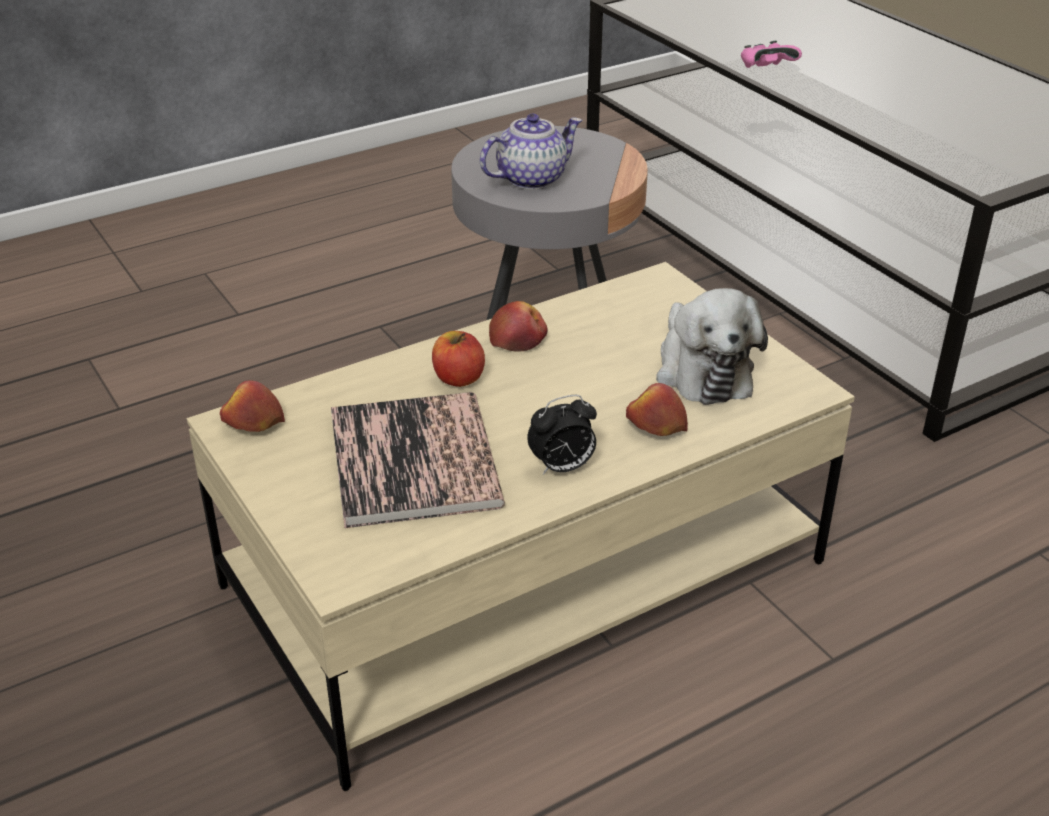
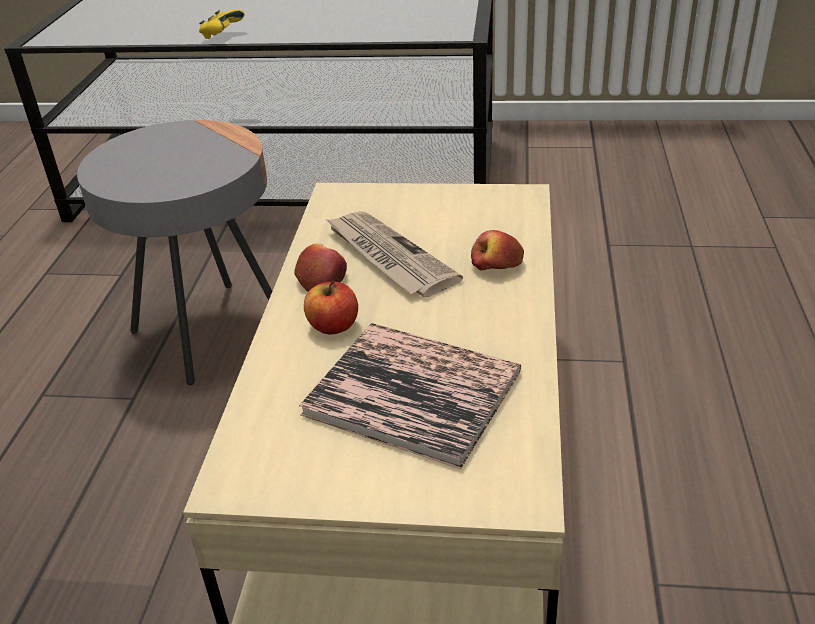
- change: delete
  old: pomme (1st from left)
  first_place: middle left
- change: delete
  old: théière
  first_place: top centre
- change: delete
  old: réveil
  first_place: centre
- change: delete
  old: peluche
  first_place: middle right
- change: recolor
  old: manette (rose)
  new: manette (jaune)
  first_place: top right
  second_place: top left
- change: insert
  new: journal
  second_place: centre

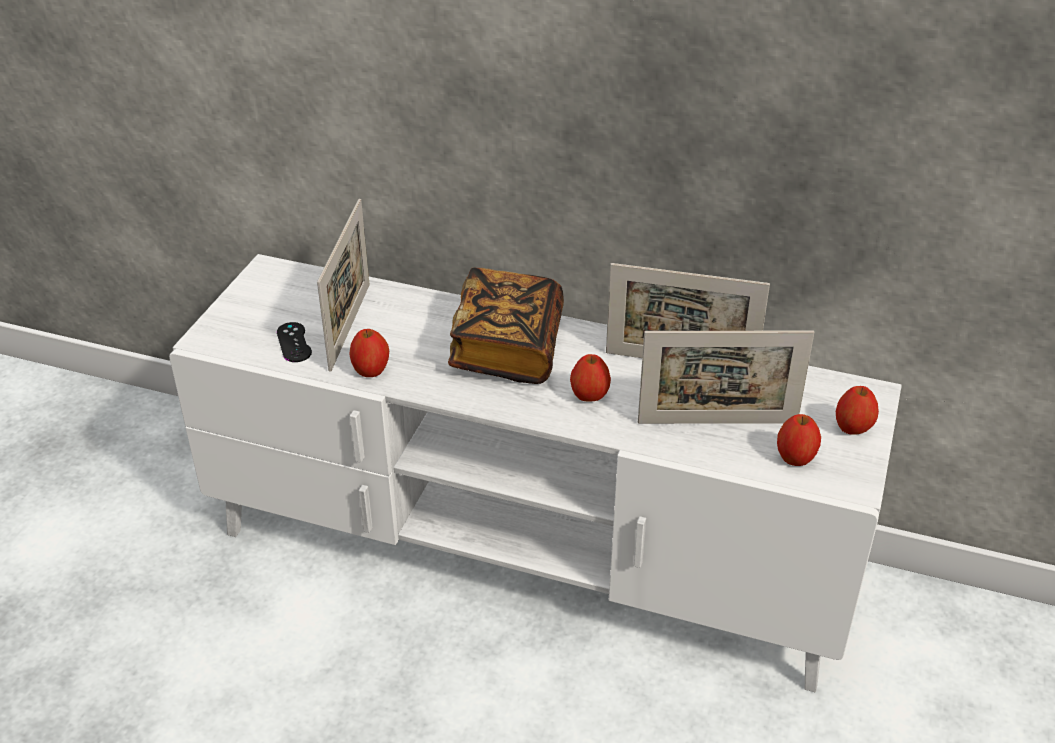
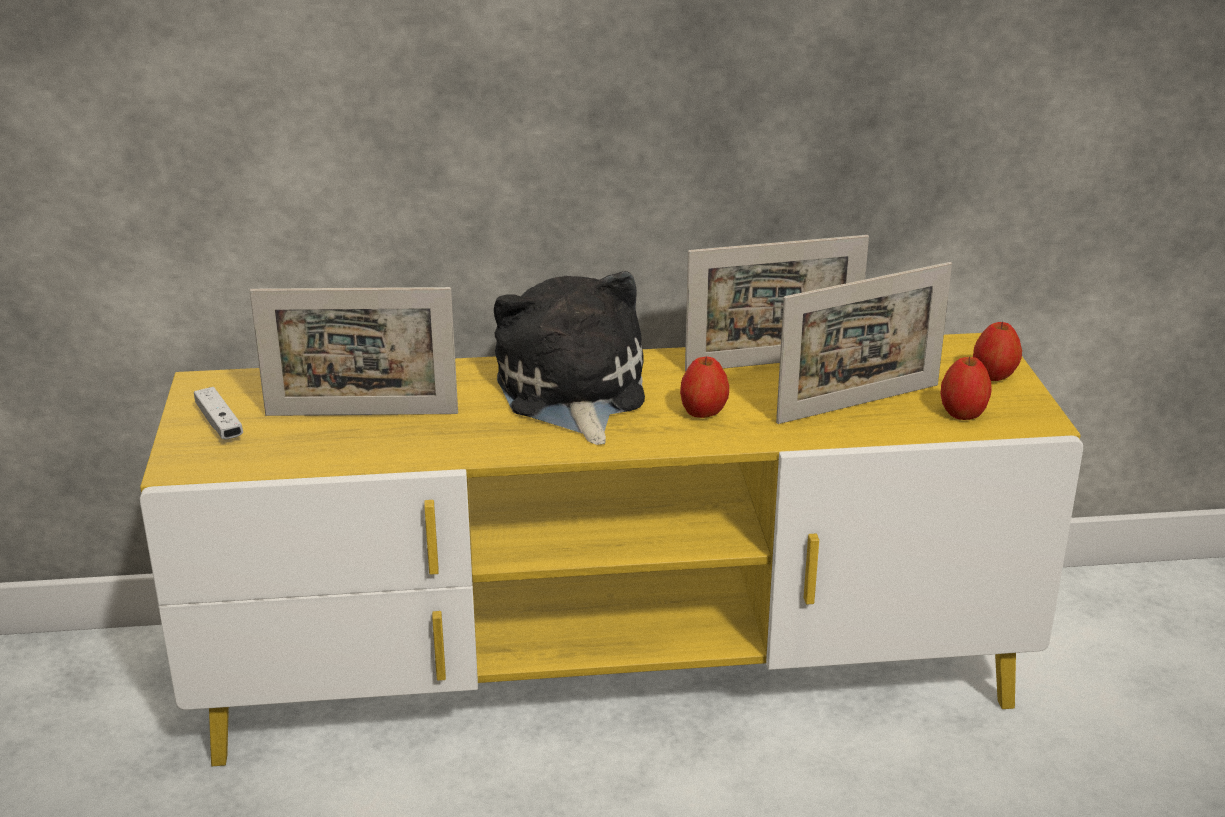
- change: recolor
  old: meuble télé (blanc)
  new: meuble télé (jaune)
  first_place: centre
  second_place: bottom centre
- change: delete
  old: manette (noir)
  first_place: middle left
- change: rotate
  old: cadre photo (1st from left)
  first_place: middle left
  second_place: middle left
  degrees: 105
- change: delete
  old: pomme (1st from left)
  first_place: centre
- change: replace
  old: livre
  new: peluche
  first_place: centre
  second_place: centre
- change: insert
  new: manette (blanc)
  second_place: middle left

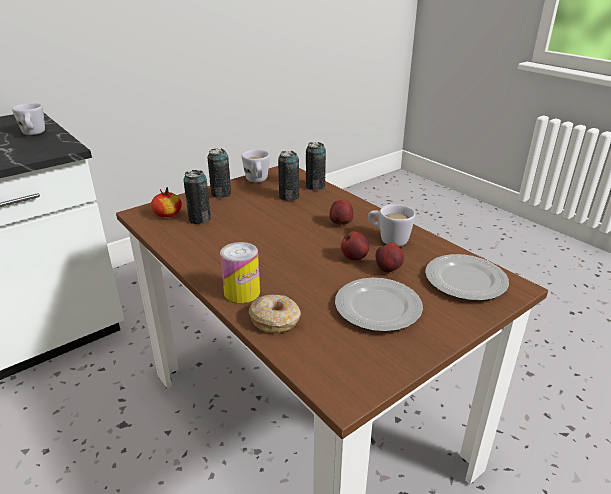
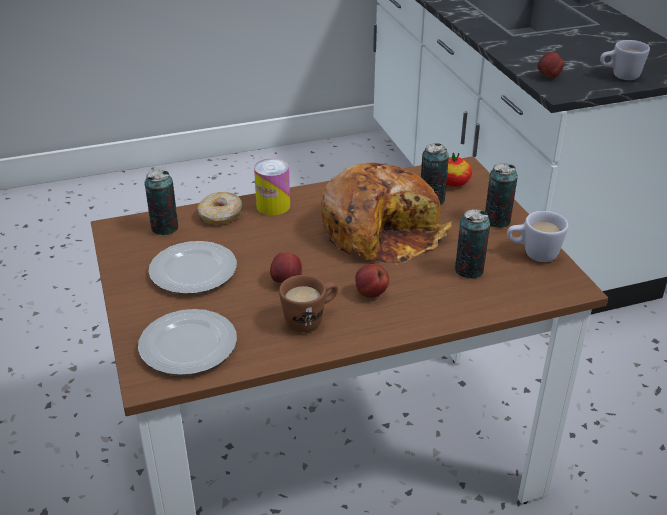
- change: move
  old: boîte métallique (5th from left in the first image)
  new: boîte métallique (1st from left)
  first_place: centre
  second_place: middle left
- change: recolor
  old: mug (blanc) (3rd from left)
  new: mug (marron)
  first_place: centre
  second_place: centre
- change: move
  old: pomme (4th from left)
  first_place: centre
  second_place: top right
- change: insert
  new: pain
  second_place: centre

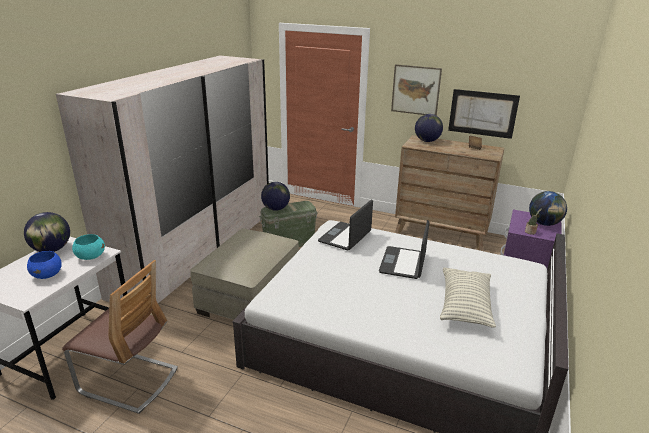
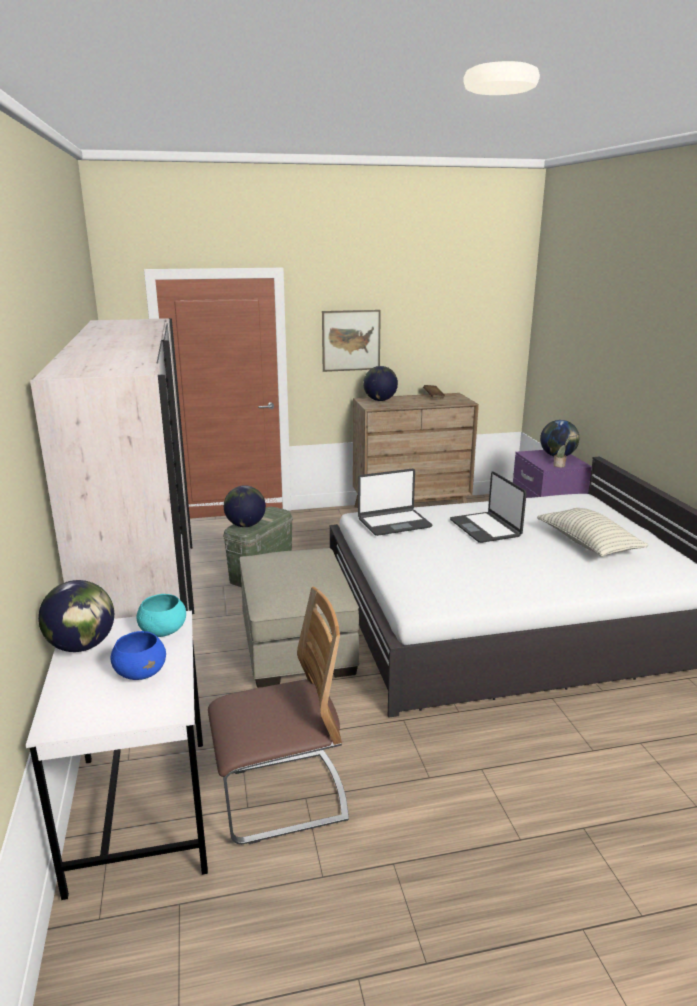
- change: rotate
  old: ordinateur portable (1st from left)
  first_place: centre
  second_place: centre
  degrees: -105
- change: delete
  old: tableau (2nd from left)
  first_place: top right

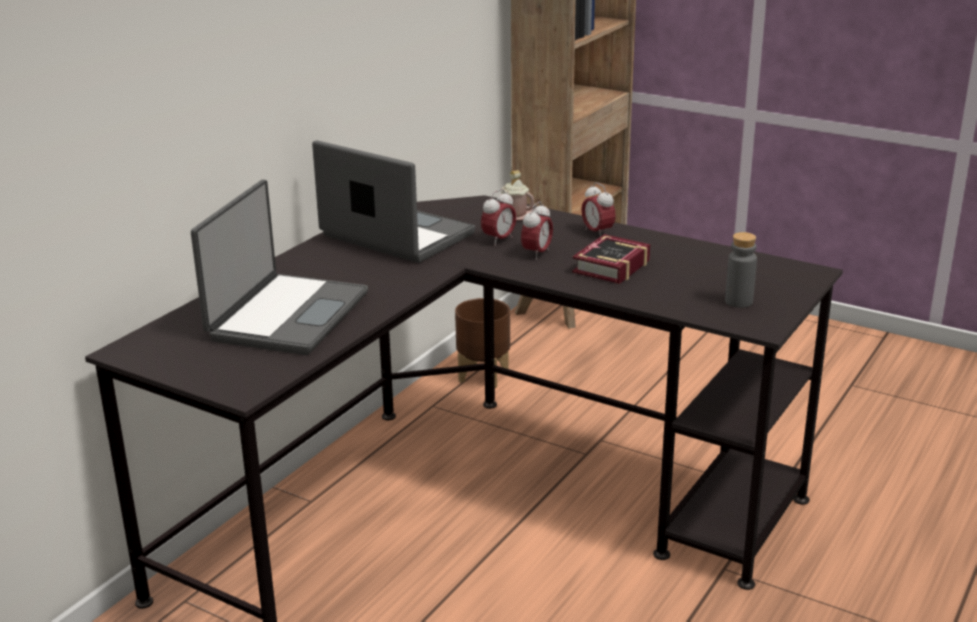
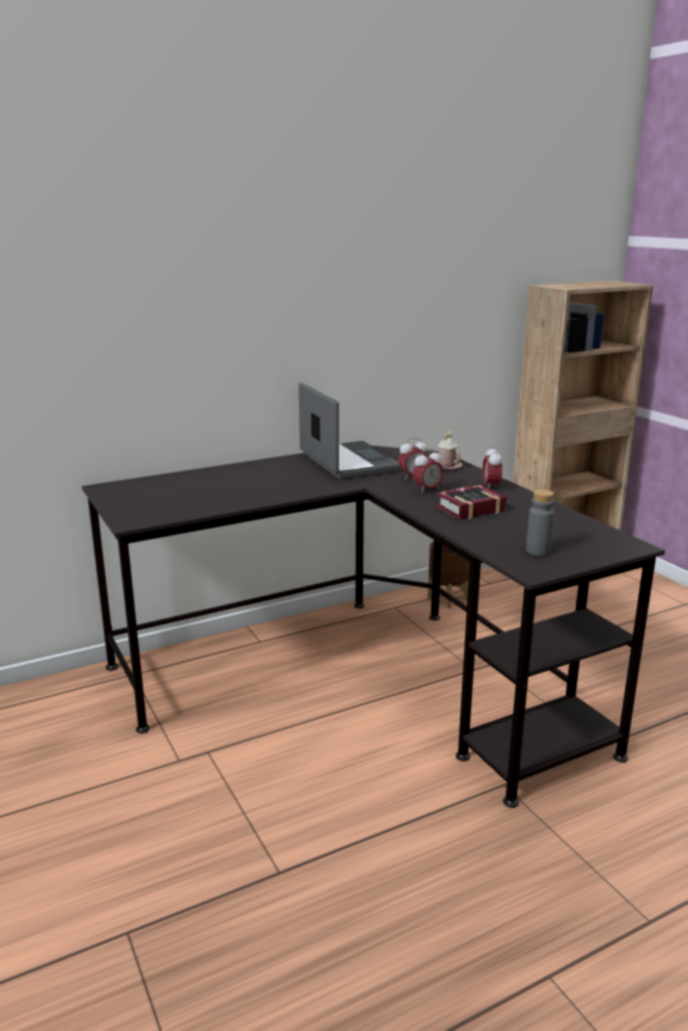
- change: delete
  old: ordinateur portable (1st from left)
  first_place: middle left

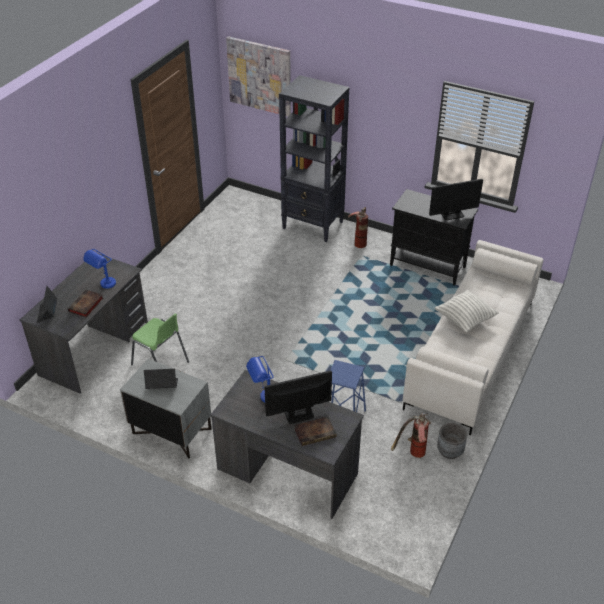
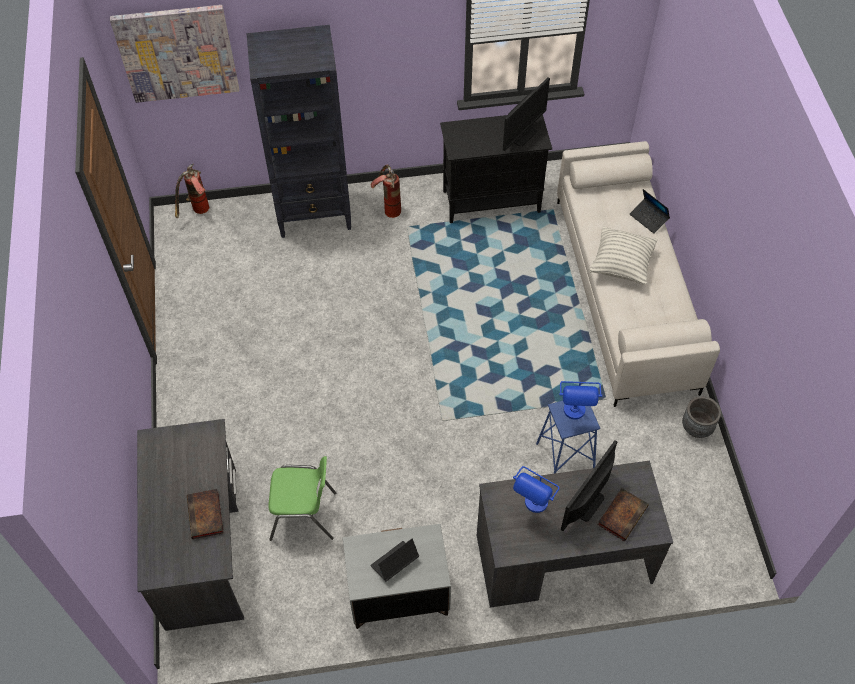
- change: move
  old: ordinateur portable (1st from left in the first image)
  new: ordinateur portable (2nd from left)
  first_place: middle left
  second_place: top right
- change: move
  old: lampe de table (bleu) (1st from left in the first image)
  new: lampe de table (bleu) (2nd from left)
  first_place: middle left
  second_place: middle right
- change: move
  old: extincteur (2nd from left in the first image)
  new: extincteur (1st from left)
  first_place: bottom right
  second_place: top left

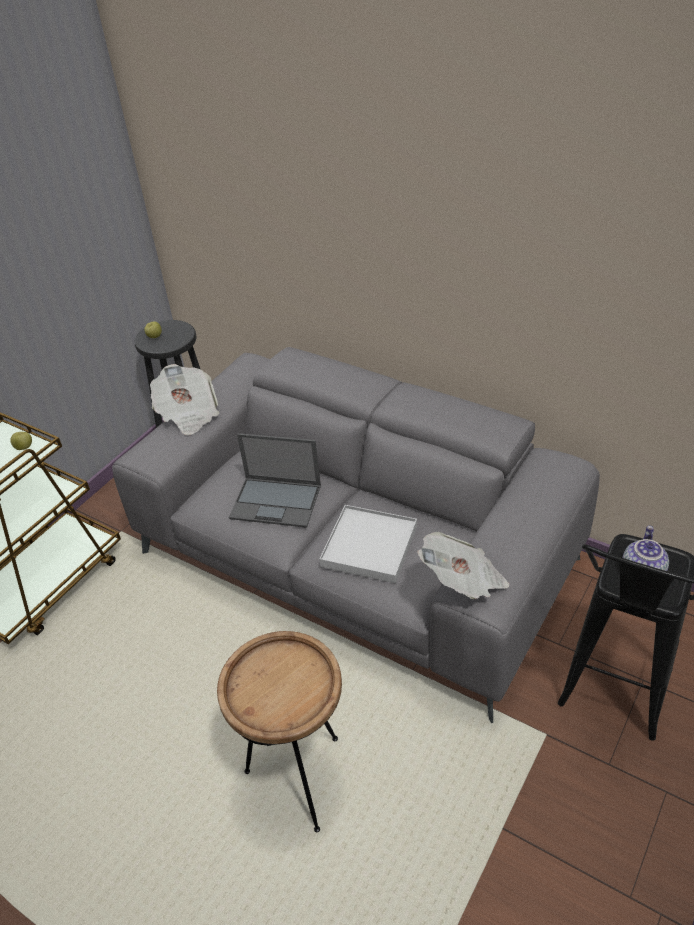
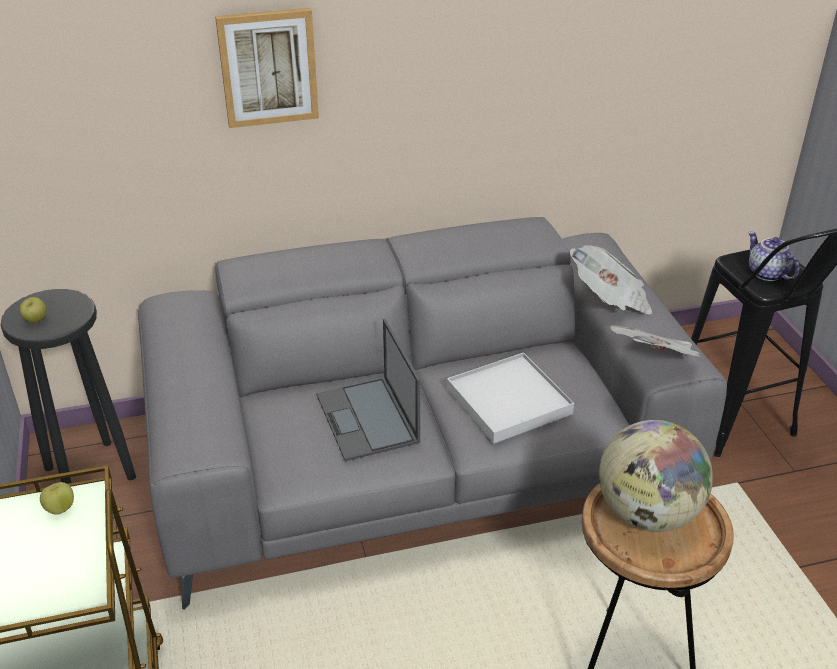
- change: move
  old: journal (1st from left)
  first_place: middle left
  second_place: middle right
- change: rotate
  old: ordinateur portable
  first_place: centre
  second_place: centre
  degrees: 105
- change: insert
  new: tableau
  second_place: top left
- change: insert
  new: globe
  second_place: bottom right

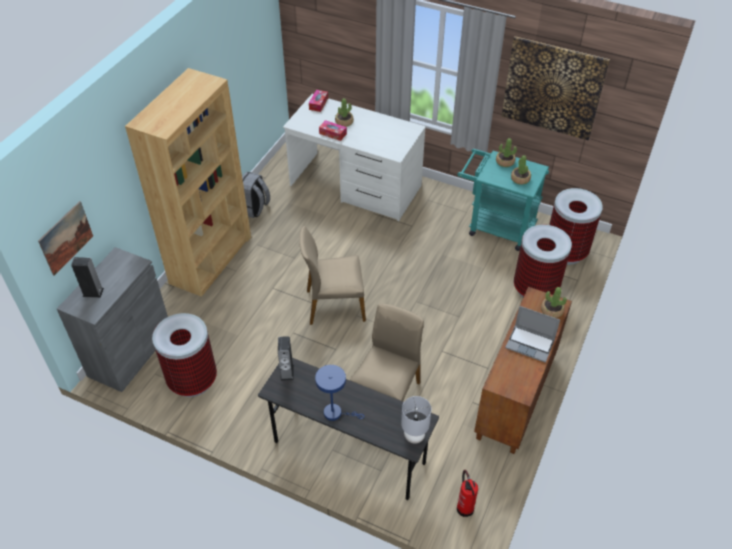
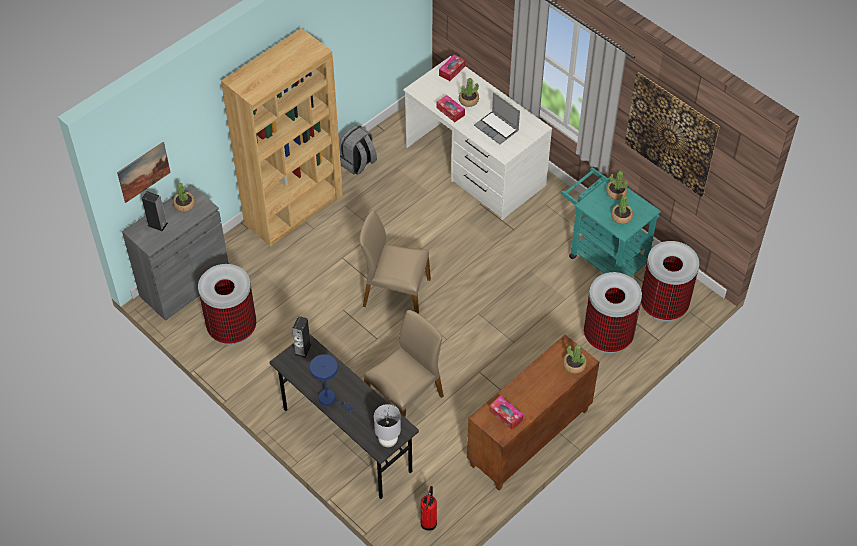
- change: move
  old: ordinateur portable
  first_place: middle right
  second_place: top centre
- change: insert
  new: plante en pot (1st from left)
  second_place: middle left
- change: insert
  new: boîte à mouchoirs (3rd from left)
  second_place: bottom centre

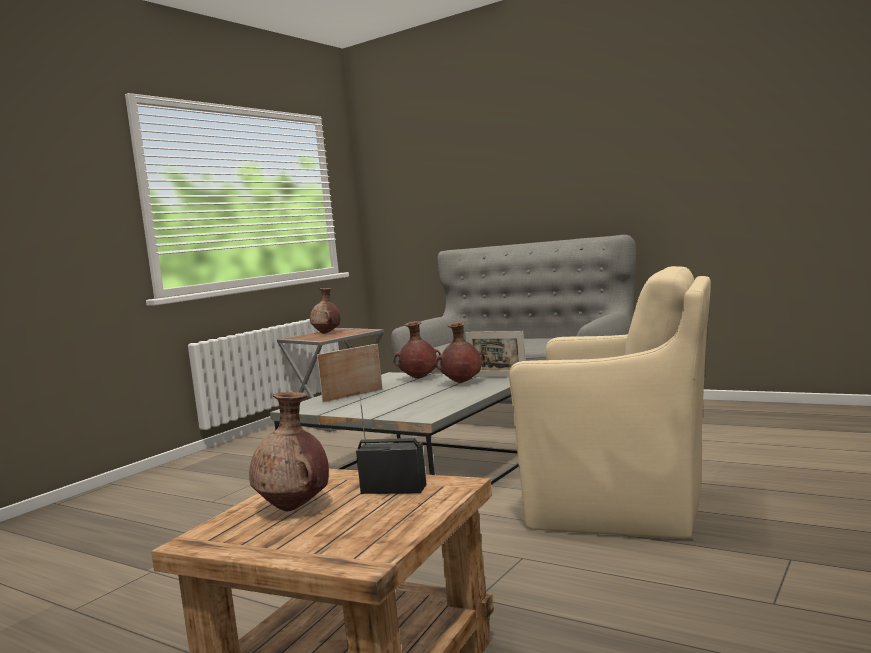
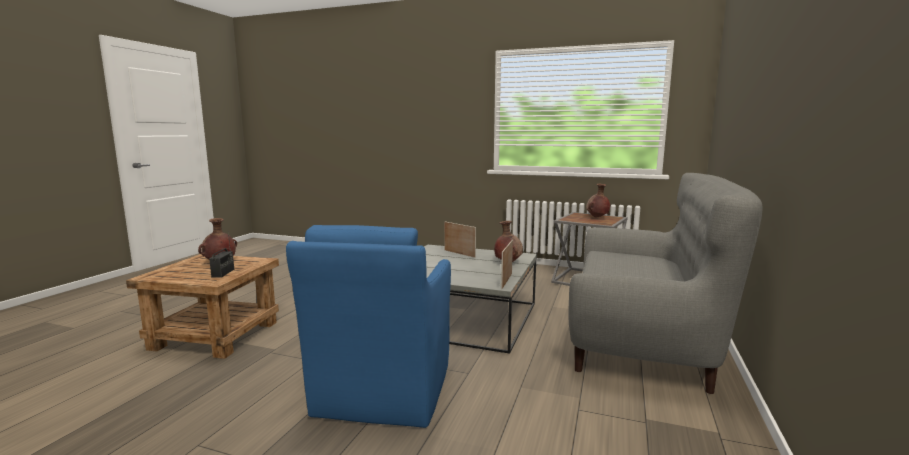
- change: delete
  old: vase (marron) (4th from left)
  first_place: centre
- change: recolor
  old: fauteuil (beige)
  new: fauteuil (bleu)
  first_place: middle right
  second_place: bottom centre

